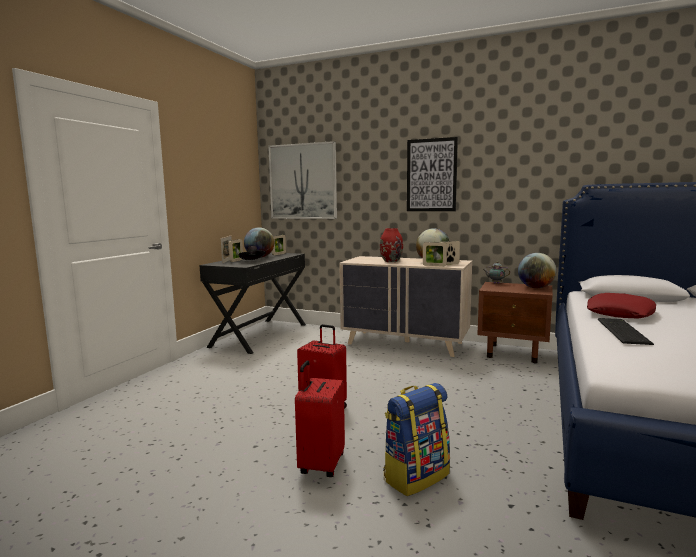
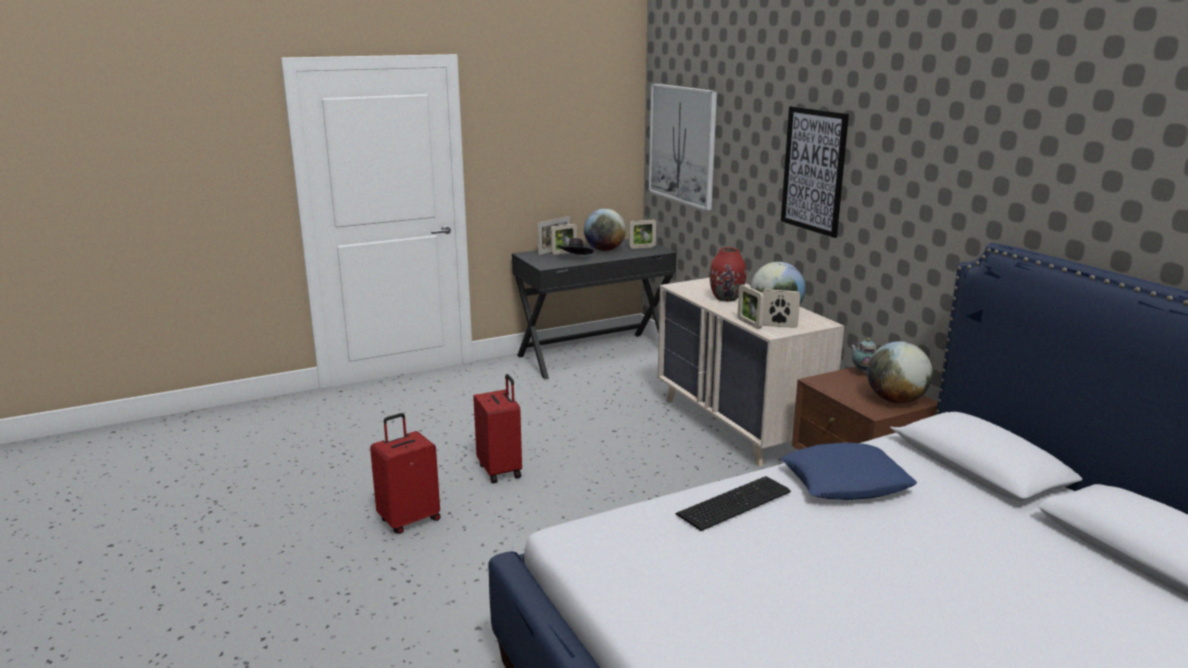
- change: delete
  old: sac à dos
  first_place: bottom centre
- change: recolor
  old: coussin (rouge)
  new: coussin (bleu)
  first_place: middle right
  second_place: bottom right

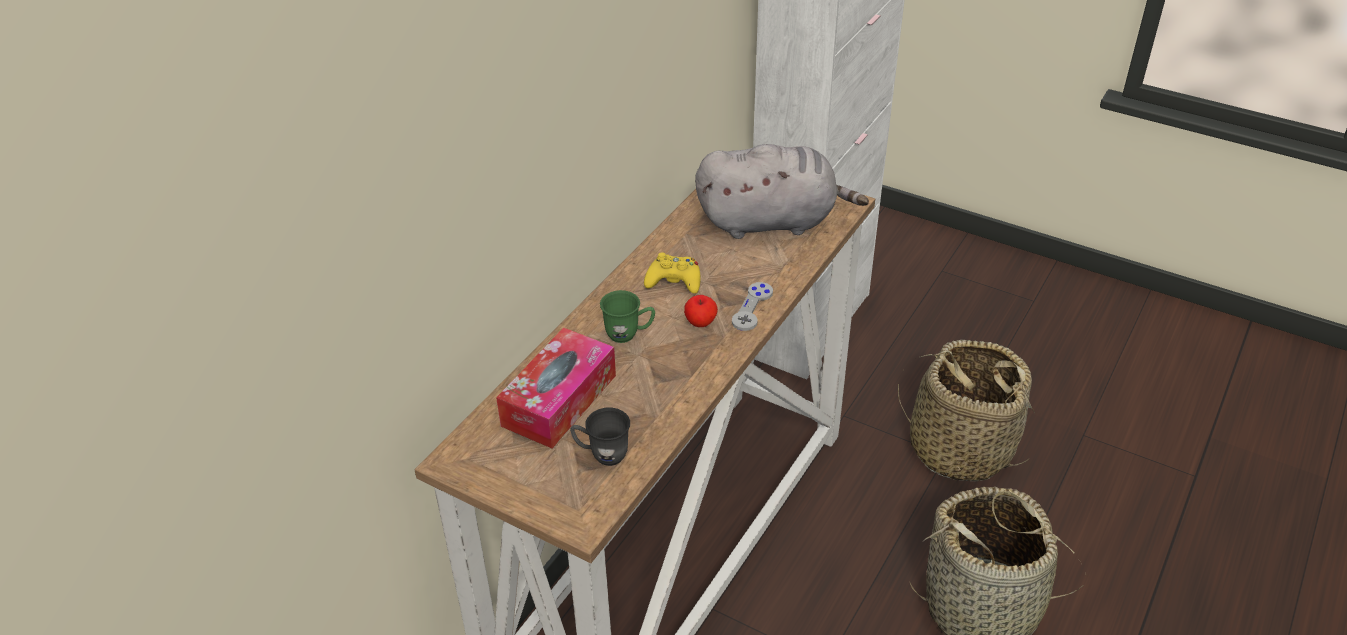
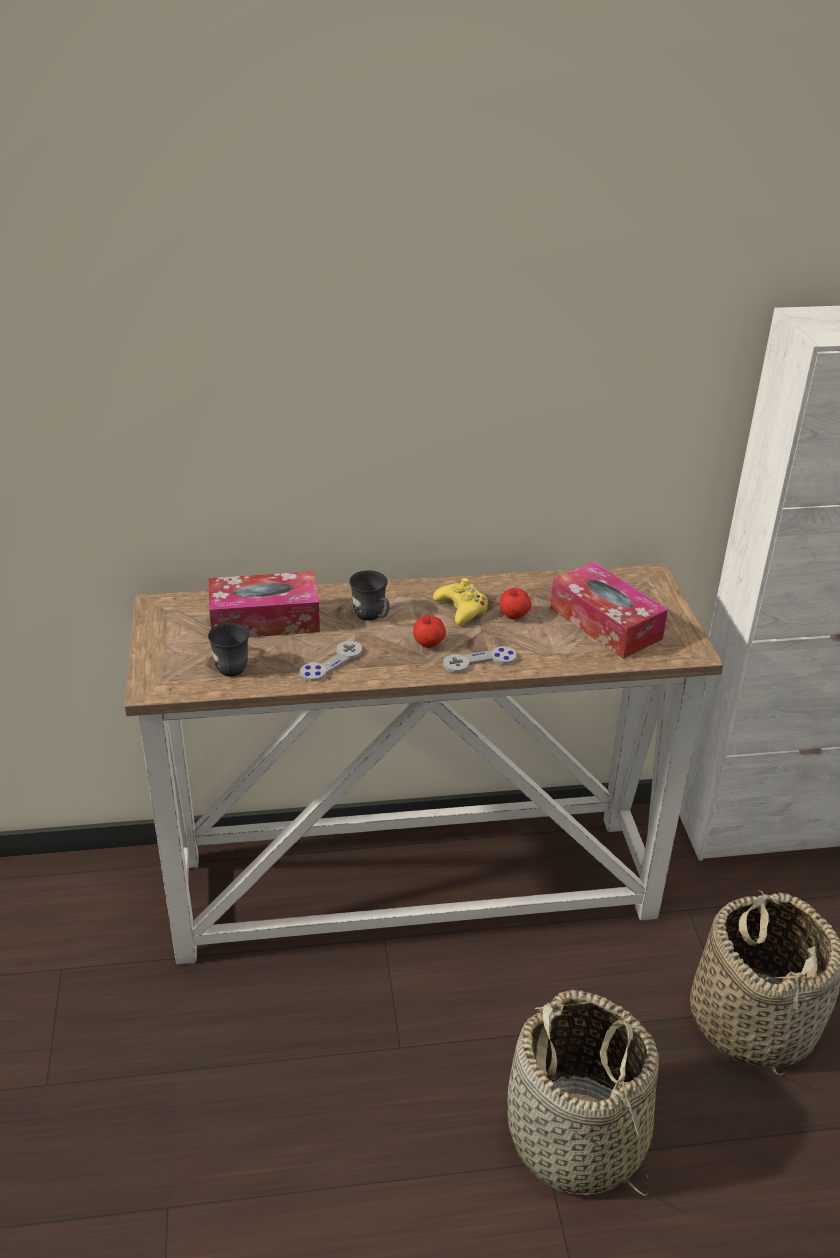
- change: recolor
  old: mug (vert)
  new: mug (gris) (2nd from left)
  first_place: centre
  second_place: centre
- change: replace
  old: peluche (gris)
  new: boîte à mouchoirs (2nd from left)
  first_place: top centre
  second_place: middle right
- change: insert
  new: manette (gris) (1st from left)
  second_place: centre
- change: insert
  new: pomme (2nd from left)
  second_place: centre

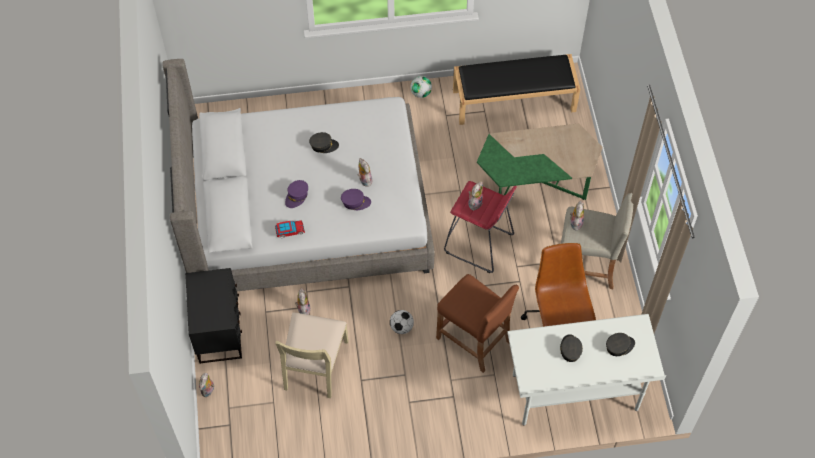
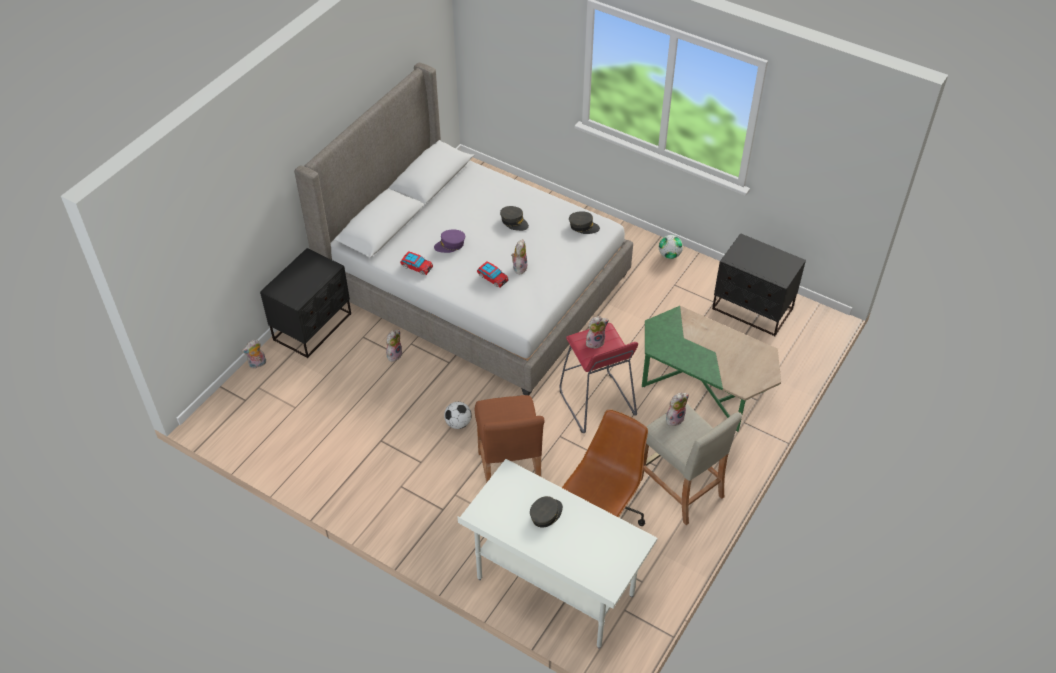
- change: delete
  old: chaise (beige)
  first_place: bottom centre
- change: replace
  old: casquette (violet) (2nd from left)
  new: petite voiture (2nd from left)
  first_place: centre
  second_place: centre
- change: replace
  old: banc (noir)
  new: table de chevet (noir) (2nd from left)
  first_place: top centre
  second_place: middle right
- change: move
  old: casquette (gris) (3rd from left)
  first_place: bottom right
  second_place: top centre

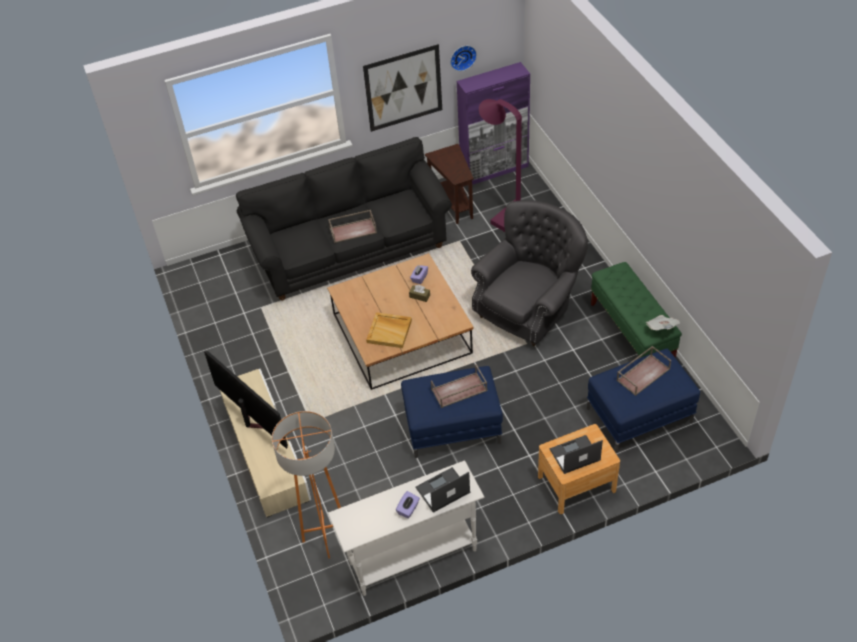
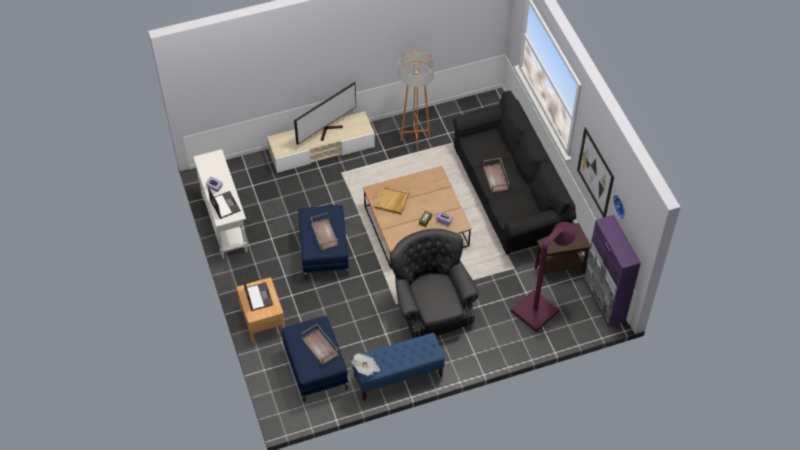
- change: move
  old: lampadaire (orange)
  first_place: bottom centre
  second_place: top centre
- change: rotate
  old: fauteuil (gris)
  first_place: centre
  second_place: centre
  degrees: -150
- change: recolor
  old: banc (vert)
  new: banc (bleu)
  first_place: middle right
  second_place: bottom centre

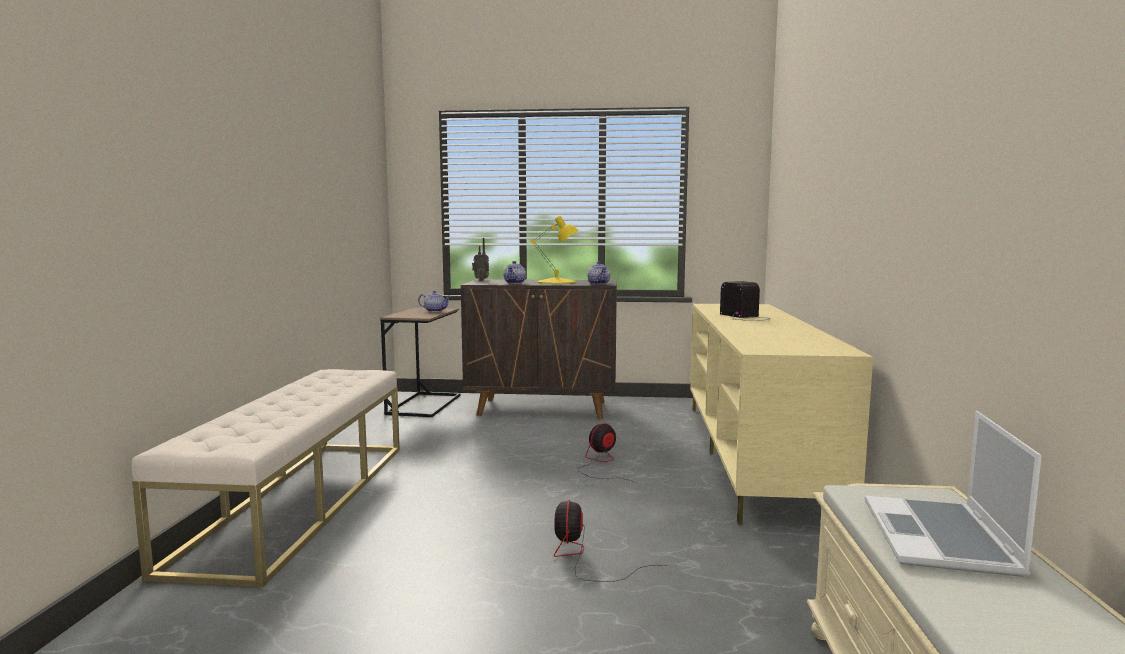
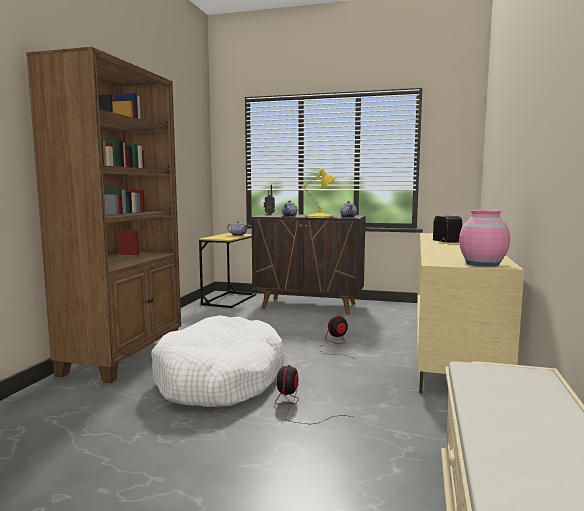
- change: replace
  old: banc (beige) (1st from left)
  new: bibliothèque (marron)
  first_place: bottom left
  second_place: middle left
- change: recolor
  old: table d'appoint (marron)
  new: table d'appoint (jaune)
  first_place: centre
  second_place: centre
- change: delete
  old: ordinateur portable
  first_place: bottom right
- change: insert
  new: panier pour chien (blanc)
  second_place: bottom centre
- change: insert
  new: vase (rose)
  second_place: middle right

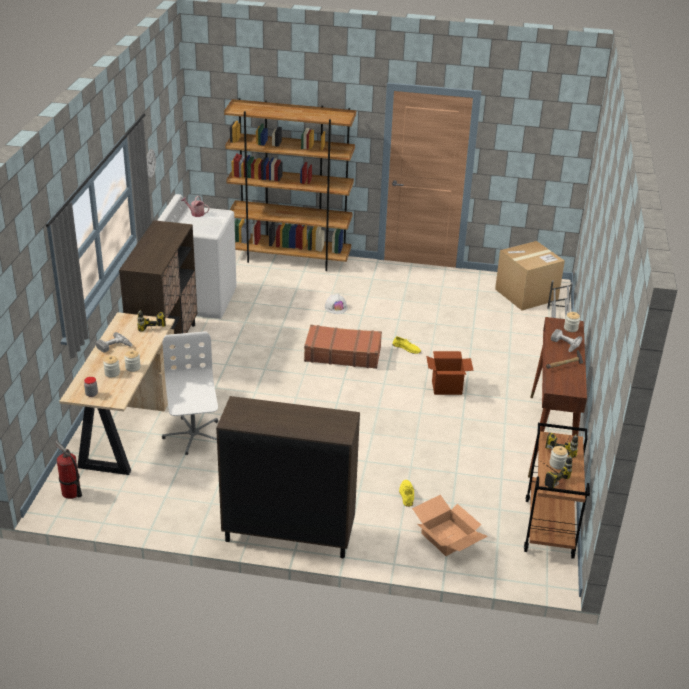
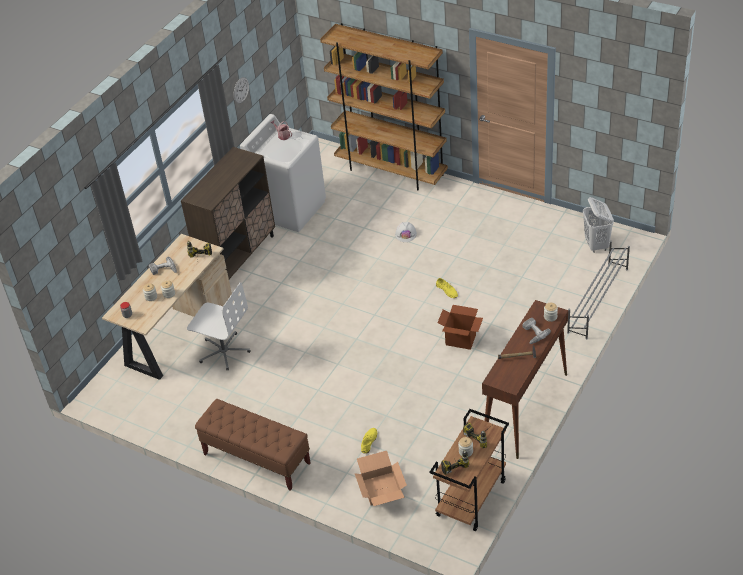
- change: delete
  old: extincteur
  first_place: bottom left
- change: rotate
  old: chaise de bureau (blanc)
  first_place: middle left
  second_place: middle left
  degrees: 105
- change: replace
  old: meuble de rangement (marron) (2nd from left)
  new: banc (marron)
  first_place: bottom centre
  second_place: bottom centre
- change: delete
  old: valise (marron)
  first_place: centre
- change: replace
  old: carton (3rd from left)
  new: panier à linge (blanc)
  first_place: middle right
  second_place: middle right

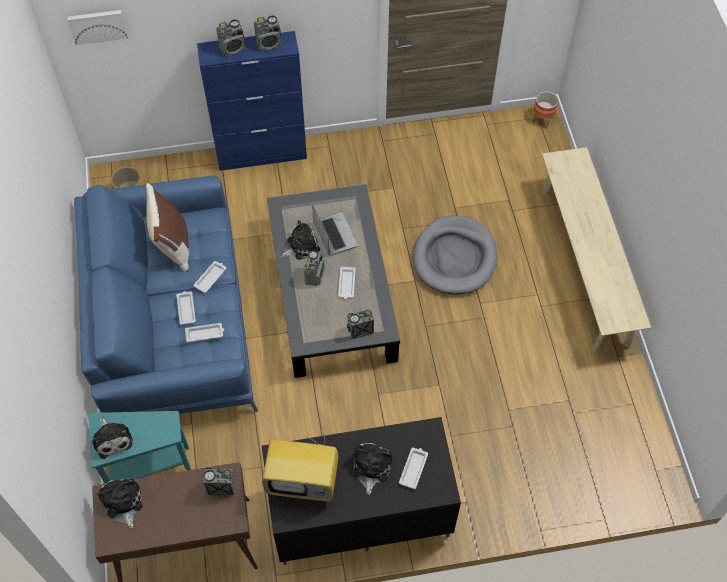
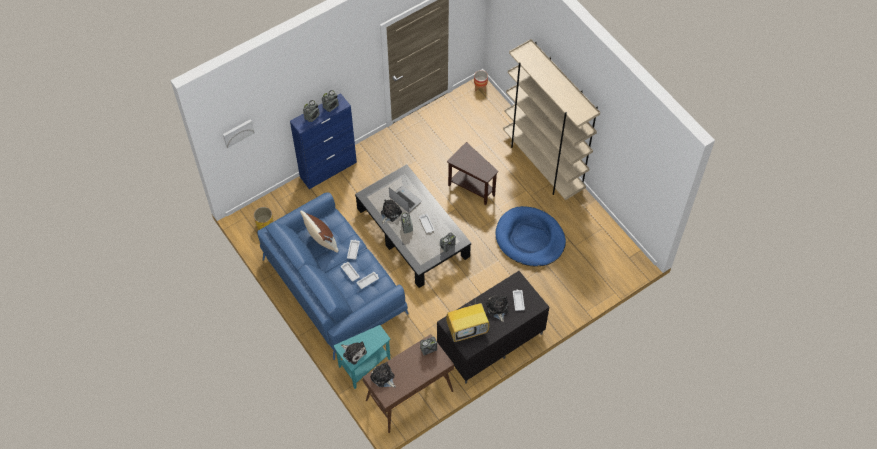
- change: replace
  old: panier pour chien (gris)
  new: table d'appoint (marron)
  first_place: centre
  second_place: centre
- change: replace
  old: banc (beige)
  new: bibliothèque (beige)
  first_place: middle right
  second_place: top centre
- change: insert
  new: panier pour chien (bleu)
  second_place: centre

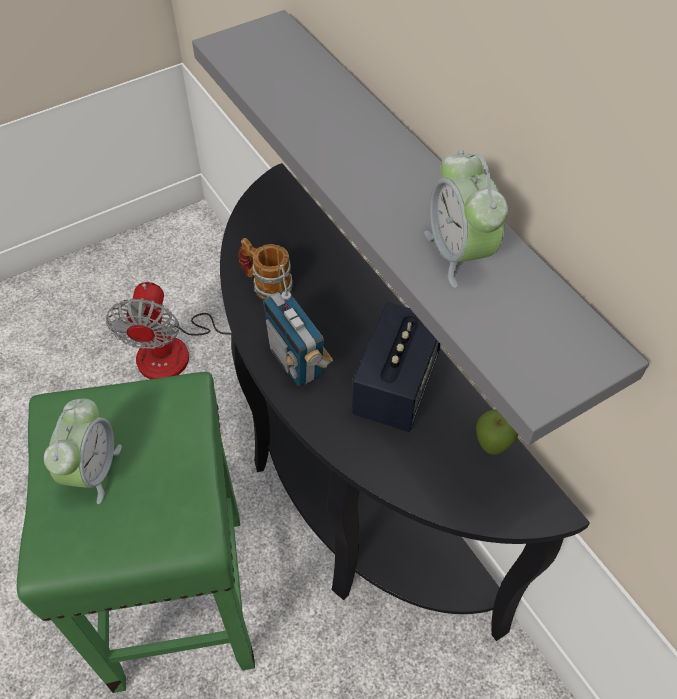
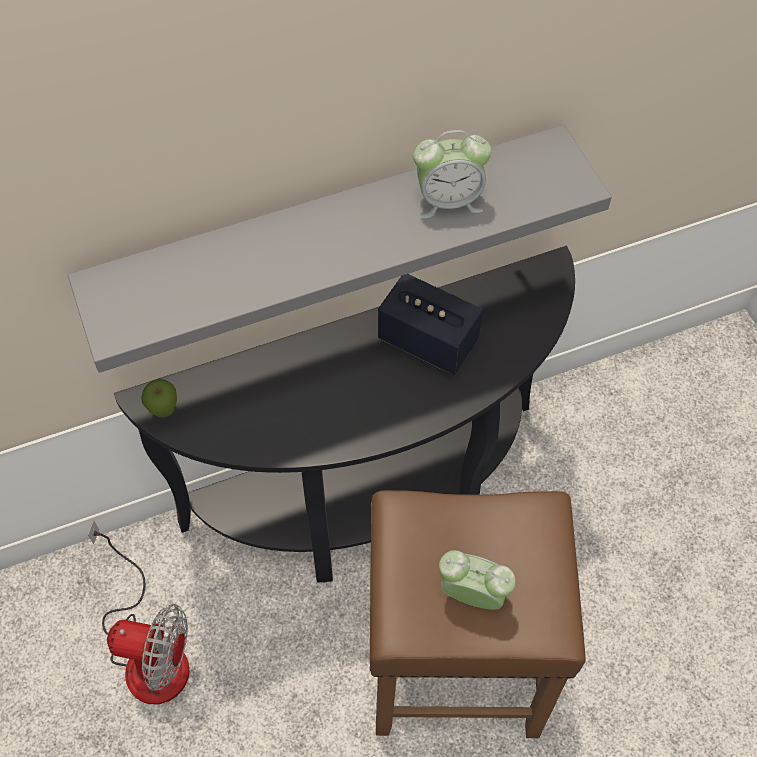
- change: recolor
  old: tabouret (vert)
  new: tabouret (marron)
  first_place: bottom left
  second_place: bottom centre
- change: delete
  old: mug
  first_place: centre
- change: delete
  old: radio
  first_place: centre
- change: move
  old: pomme
  first_place: middle right
  second_place: middle left

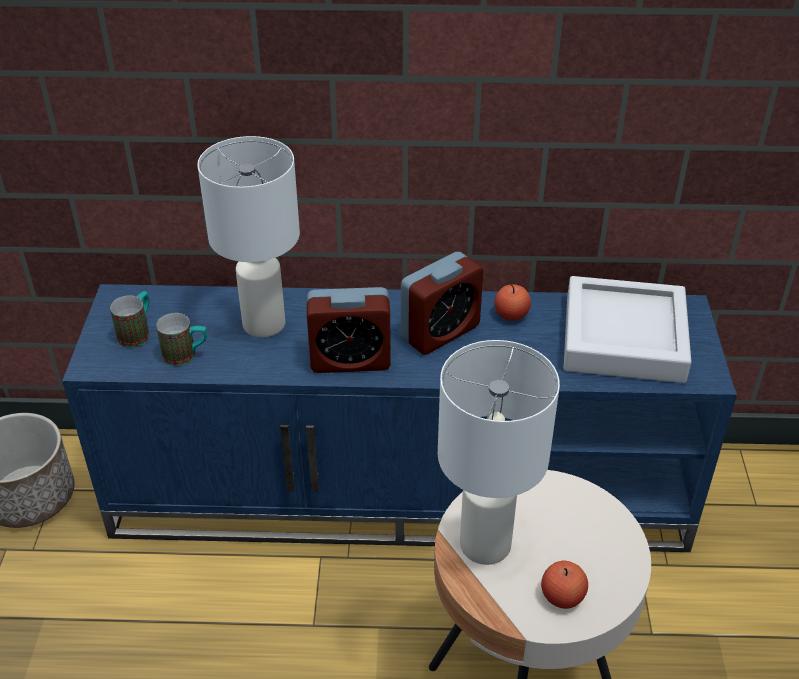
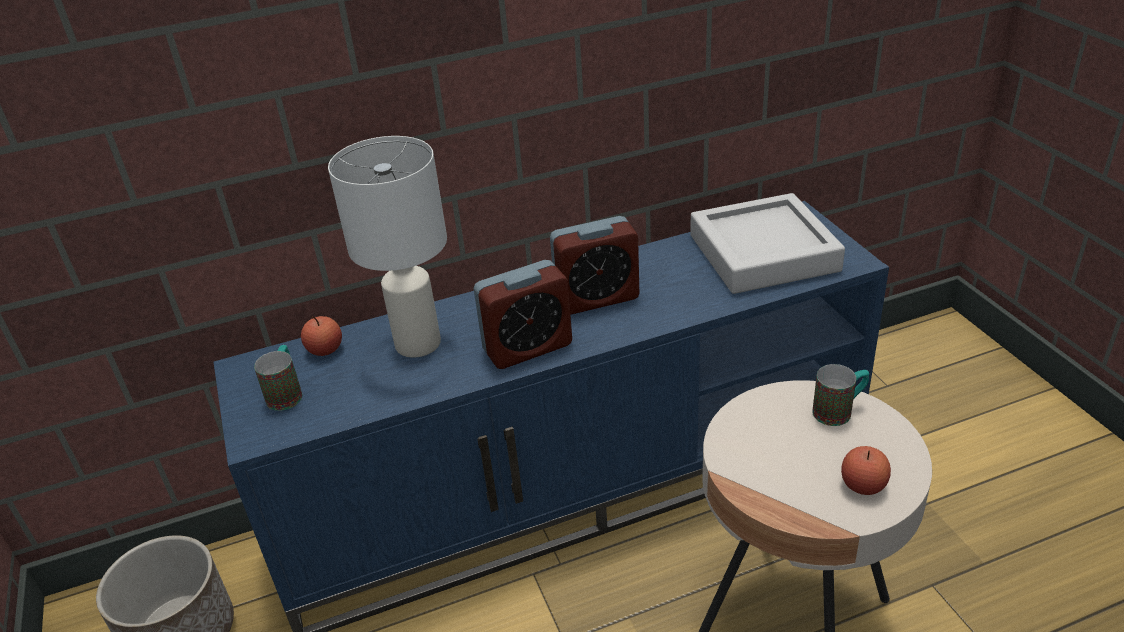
- change: move
  old: mug (2nd from left)
  first_place: middle left
  second_place: middle right
- change: rotate
  old: réveil (2nd from left)
  first_place: centre
  second_place: centre
  degrees: 45
- change: delete
  old: lampe de table (blanc) (2nd from left)
  first_place: centre
- change: move
  old: pomme (1st from left)
  first_place: centre
  second_place: middle left

